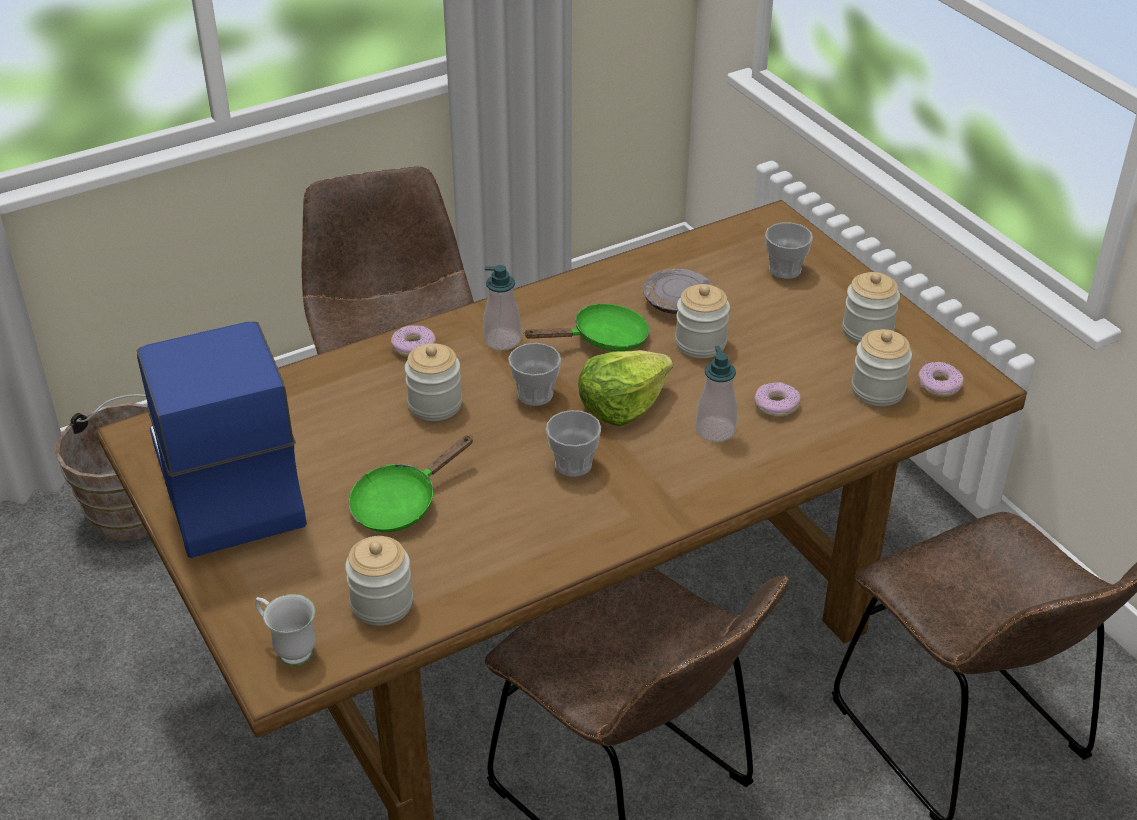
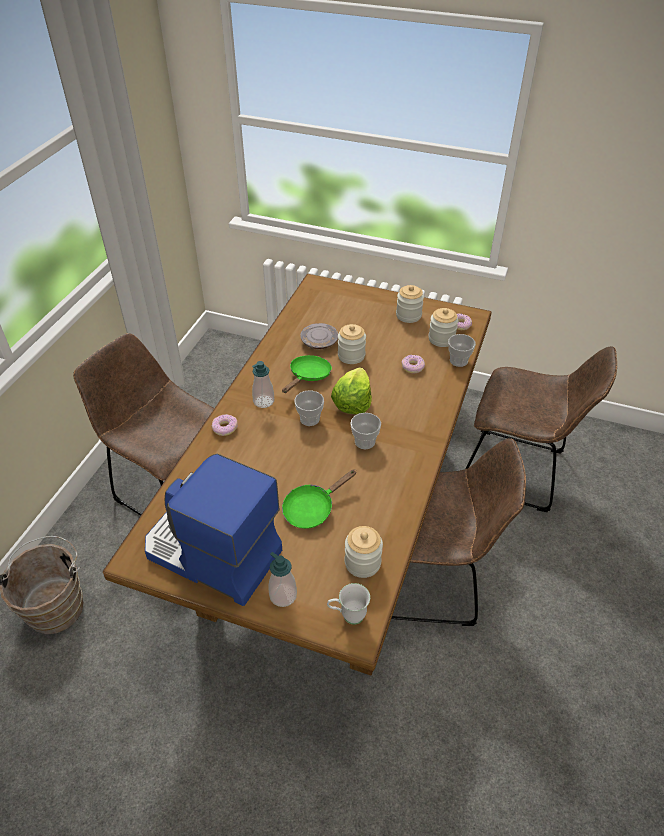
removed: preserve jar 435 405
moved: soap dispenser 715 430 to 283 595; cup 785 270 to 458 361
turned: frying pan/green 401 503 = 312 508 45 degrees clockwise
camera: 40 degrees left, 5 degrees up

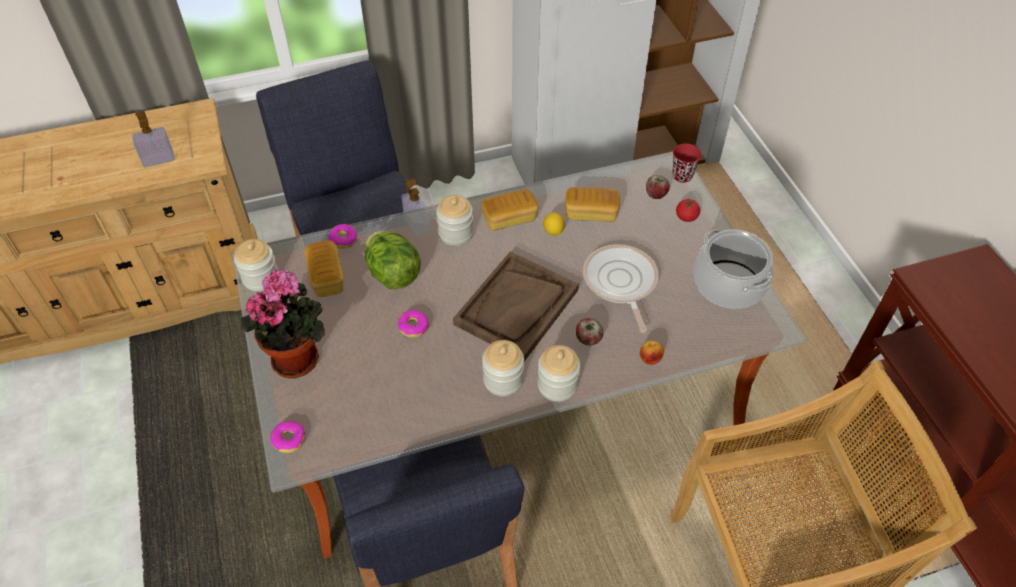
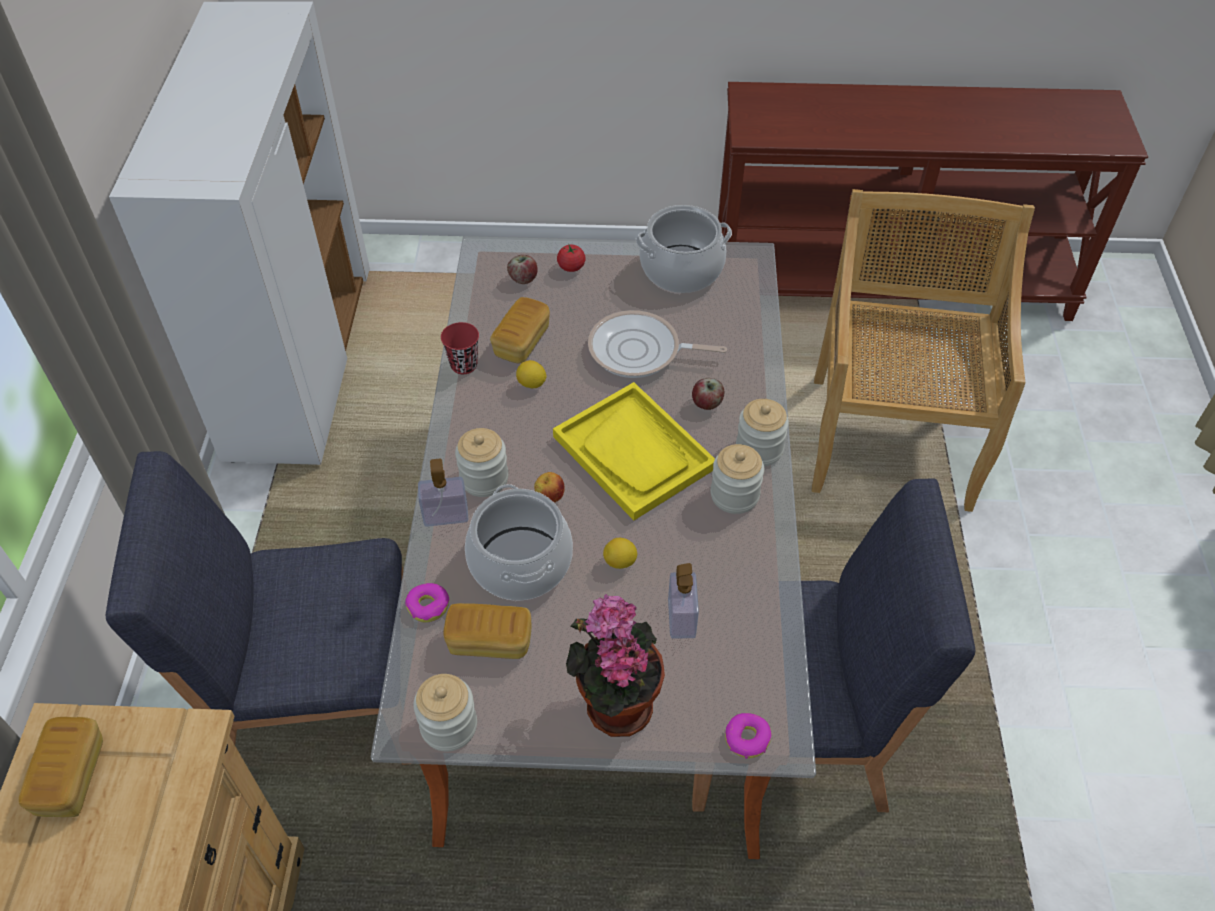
moved: soap dispenser 158 159 to 681 618; bread 509 219 to 71 777; whole apple 649 359 to 550 496; cup/reddish 682 176 to 463 365
replaced: lettuce head 393 274 to saucepot 521 563; donut 413 327 to lemon 620 562
recoloured: tray/brownish 516 307 to tray/yellowish 634 452
camera: 70 degrees left, 0 degrees up

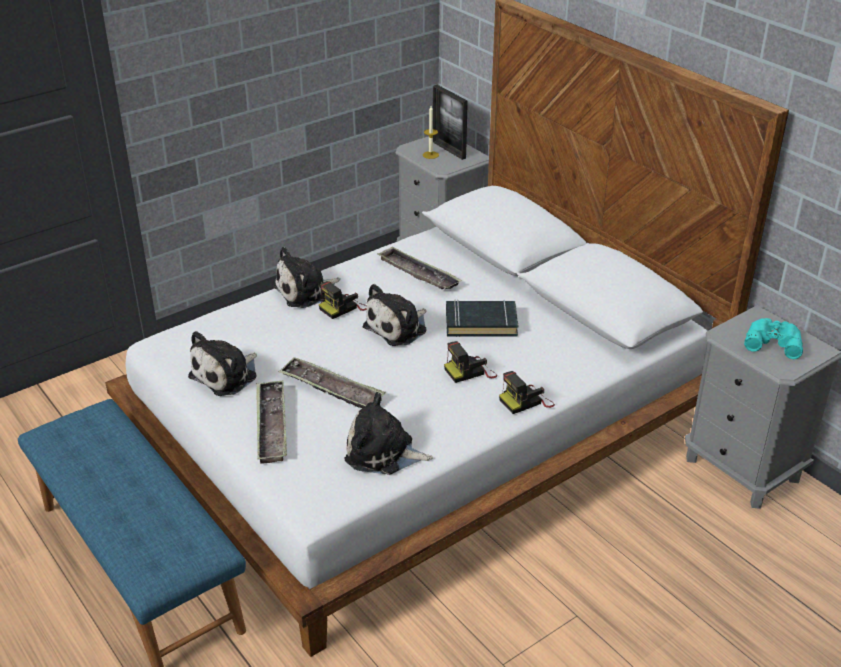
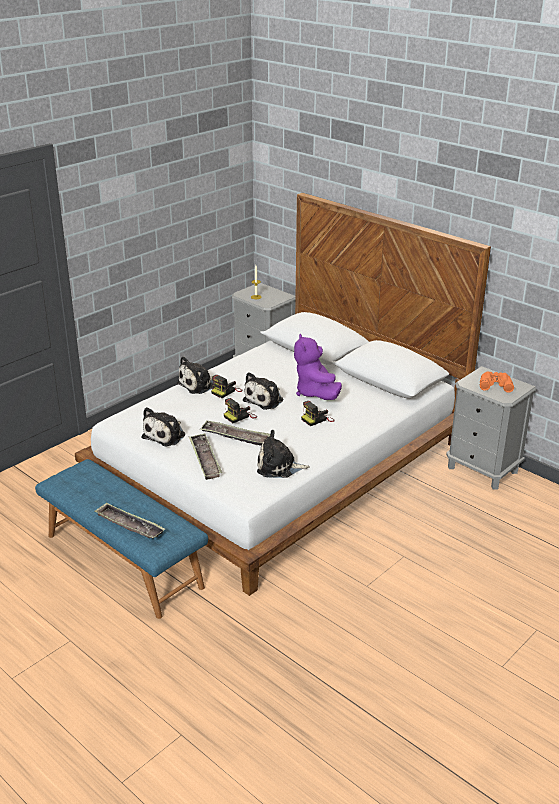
removed: picture frame 449 150
moved: tray 418 273 to 129 525; still camera 526 401 to 240 416
replaced: book/blackish 481 323 to soft toy/purple-coloured 315 393
recoloured: pair of binoculars/turquoise 773 341 to pair of binoculars/orangey 495 384
camera: 10 degrees left, 5 degrees down

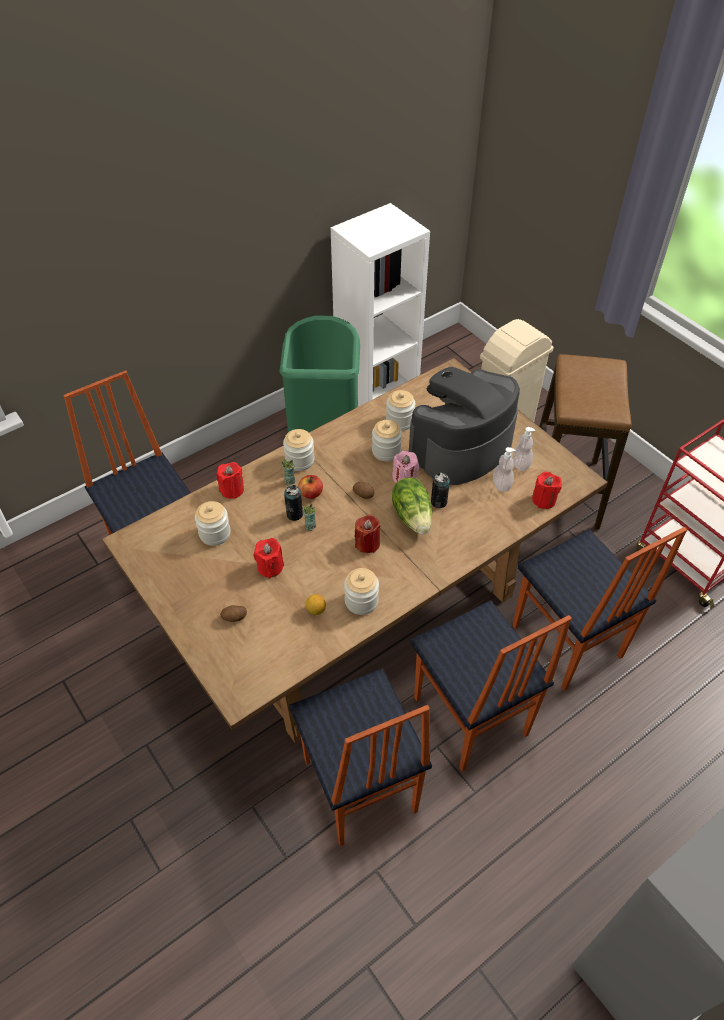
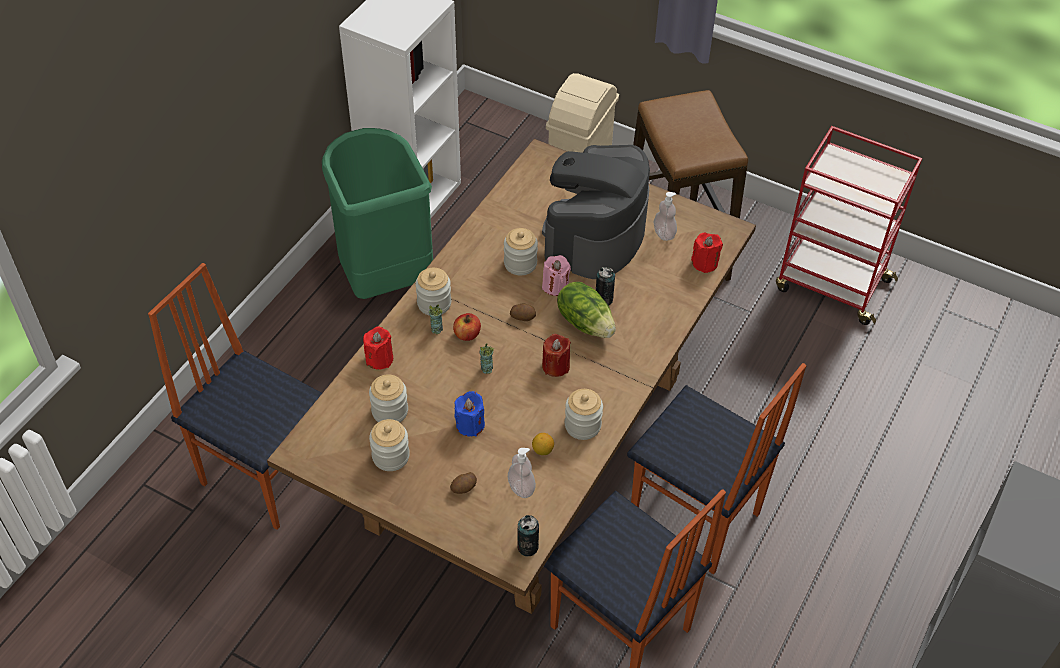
removed: chair 565 643
moved: sealed can 294 514 to 527 547; preserve jar 399 421 to 391 456; soap dispenser 502 484 to 521 487
recoloured: candle/reddish 270 567 to candle/bluish 470 425
camera: 25 degrees left, 0 degrees up

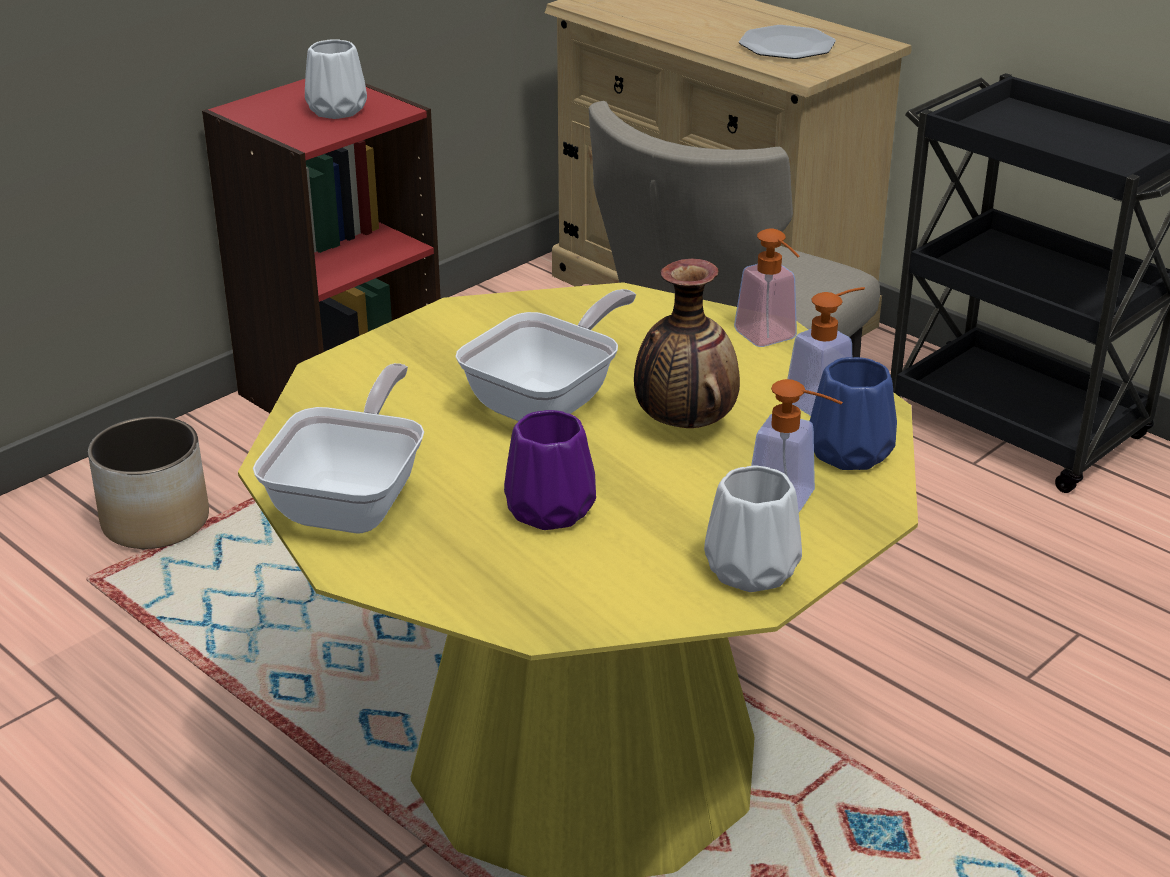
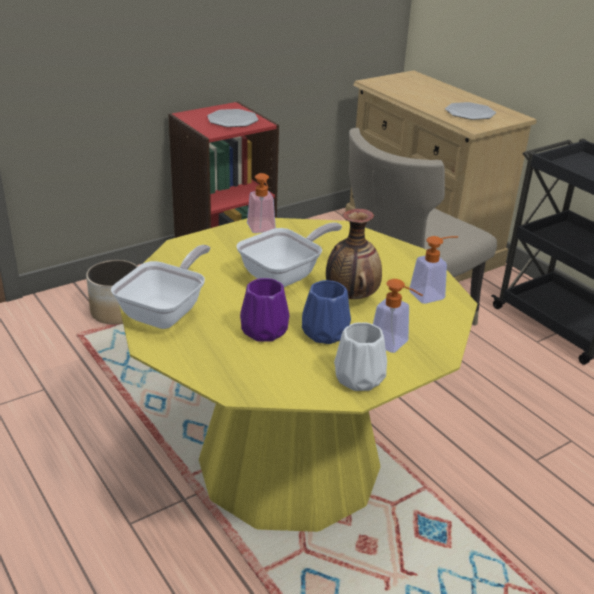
moved: soap dispenser 771 339 to 262 230; decorative vase/bluish 848 454 to 324 334
replaced: decorative vase/white-coloured 336 109 to dinner plate 232 120
camera: 10 degrees right, 0 degrees up

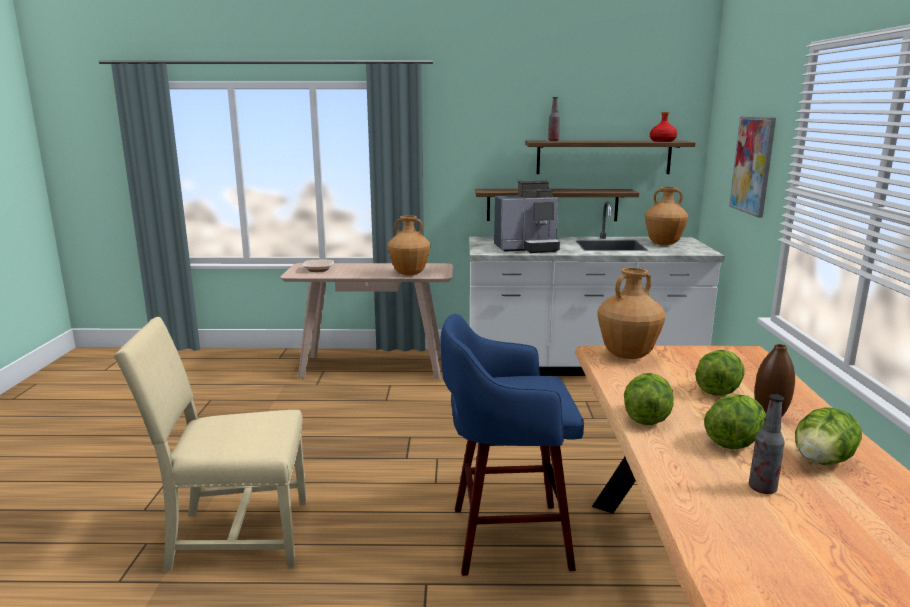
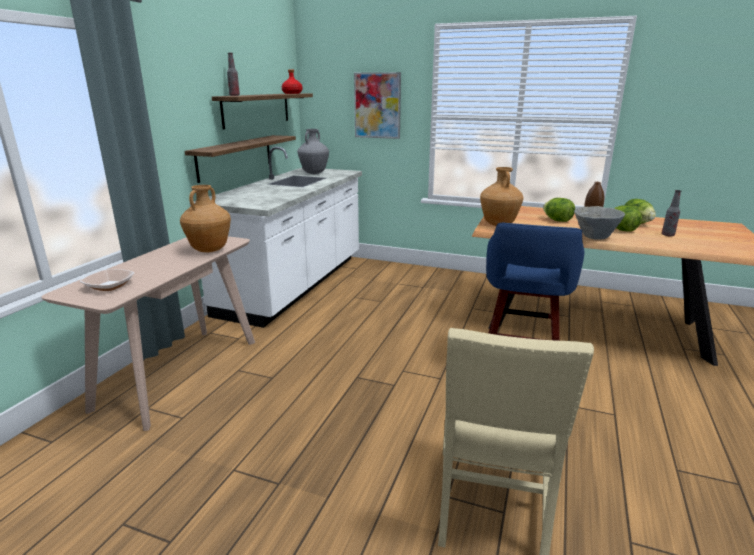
removed: coffee machine 527 248
replaced: lettuce head 646 418 to bowl/grey 595 237
recoloured: decorative vase/brownish 664 244 to decorative vase/grey 314 173
camera: 70 degrees left, 5 degrees up

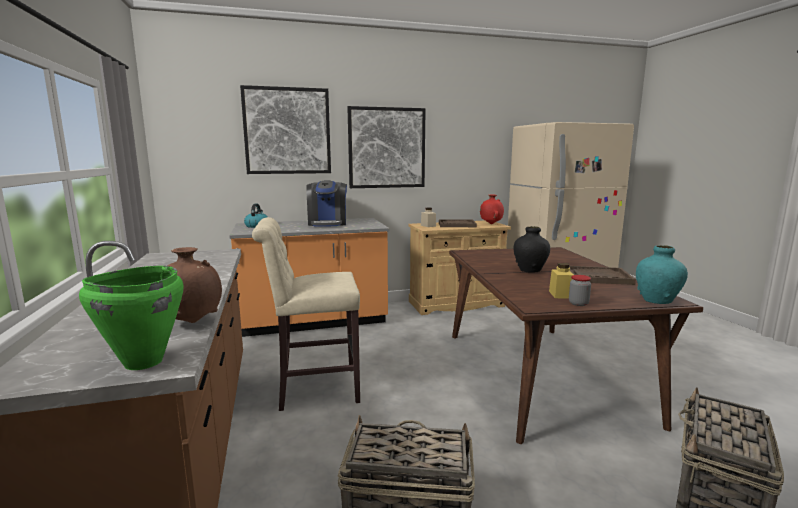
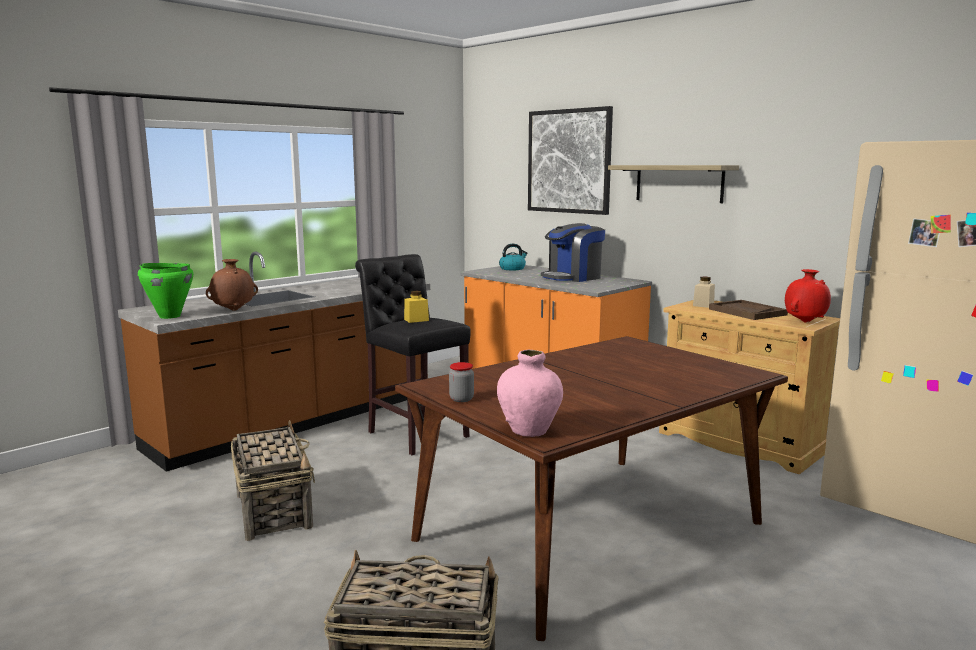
removed: decorative vase/blackish 530 270; tray/brownish 598 277
moved: preserve jar/yellowish 561 294 to 416 320
replaced: wall picture 387 148 to shelf 679 183
recoloured: stool seat/beige-coloured 313 389 to stool seat/blackish 415 433; decorative vase/turquoise 657 301 to decorative vase/pinkish 529 431
camera: 60 degrees right, 0 degrees up

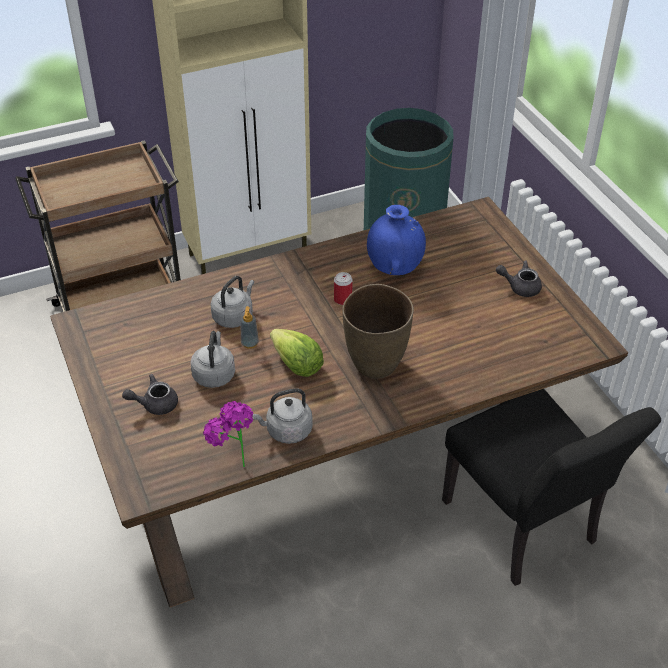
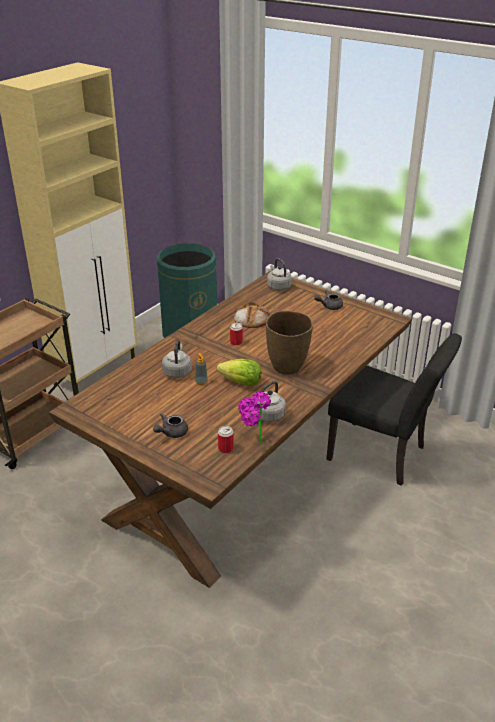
added: sealed can 226 449
moved: tea kettle/grey 214 374 to 278 286
replaced: decorative vase/bluish 394 268 to bread 251 319
camera: 30 degrees left, 10 degrees down

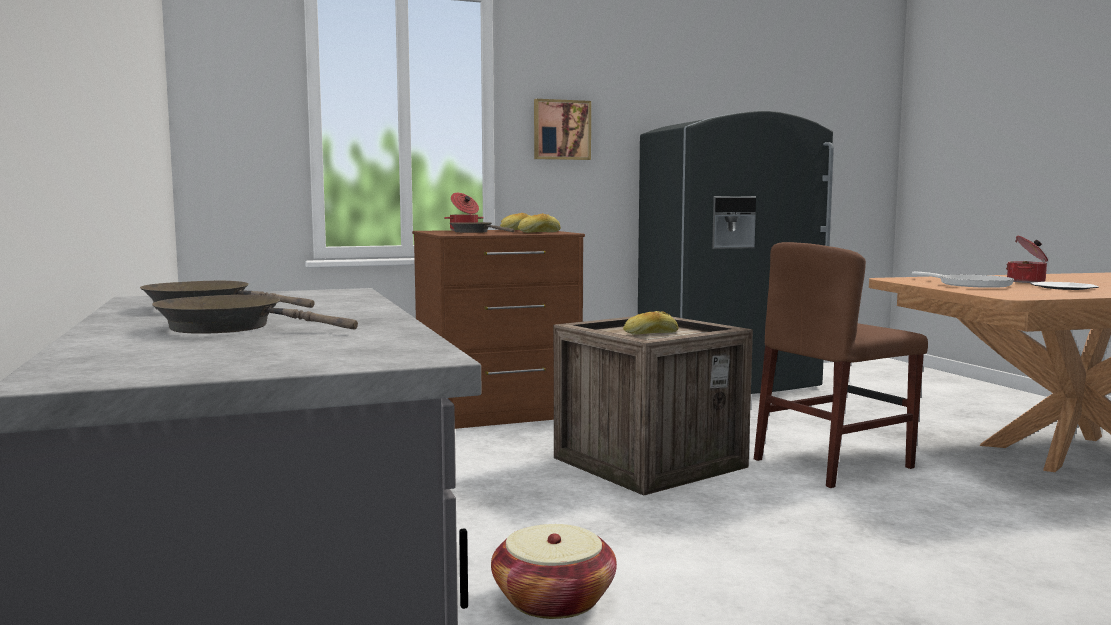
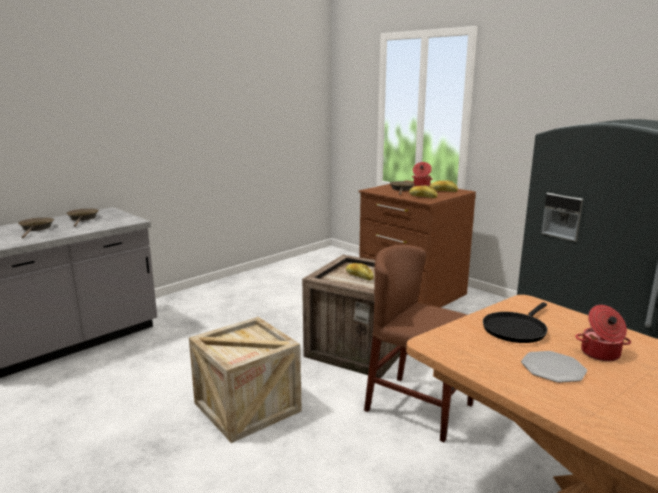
removed: storage basket 553 600; wall picture 561 130
added: crate 247 407
recoloured: frying pan/white-coloured 970 285 to frying pan/blackish 515 329
camera: 65 degrees right, 10 degrees up

